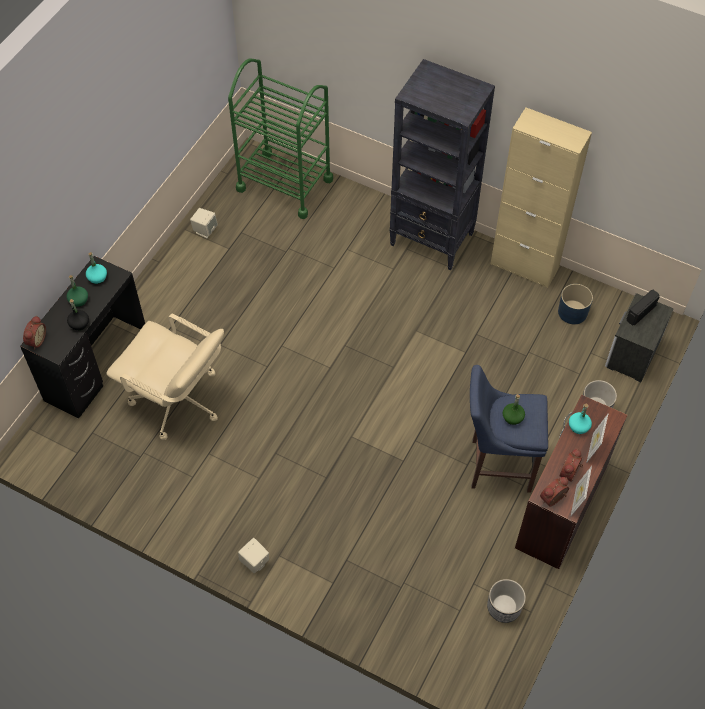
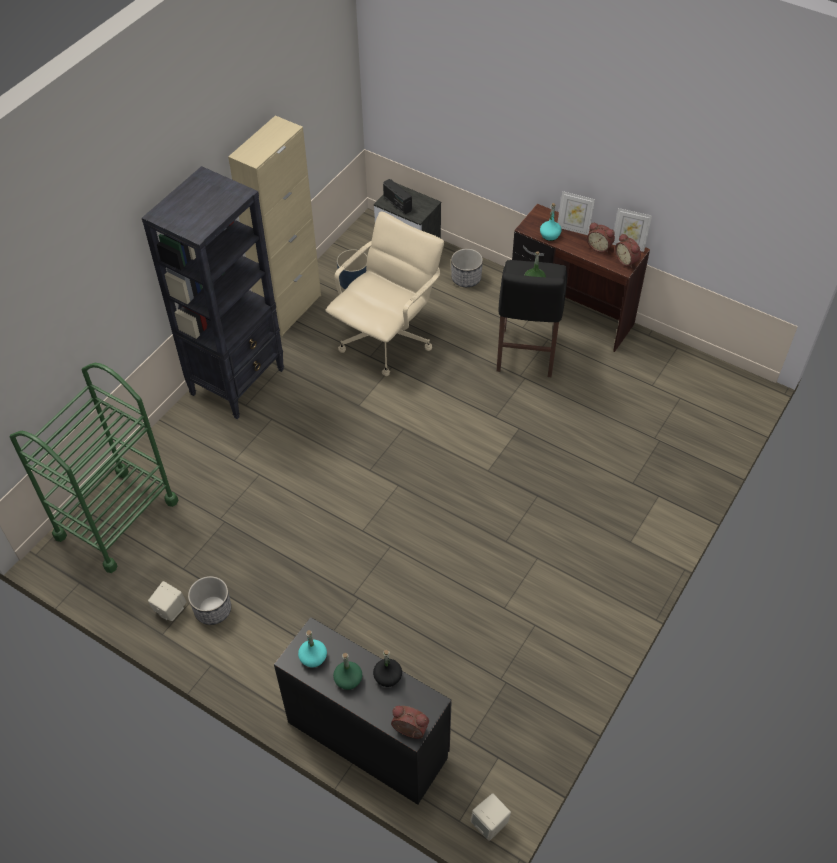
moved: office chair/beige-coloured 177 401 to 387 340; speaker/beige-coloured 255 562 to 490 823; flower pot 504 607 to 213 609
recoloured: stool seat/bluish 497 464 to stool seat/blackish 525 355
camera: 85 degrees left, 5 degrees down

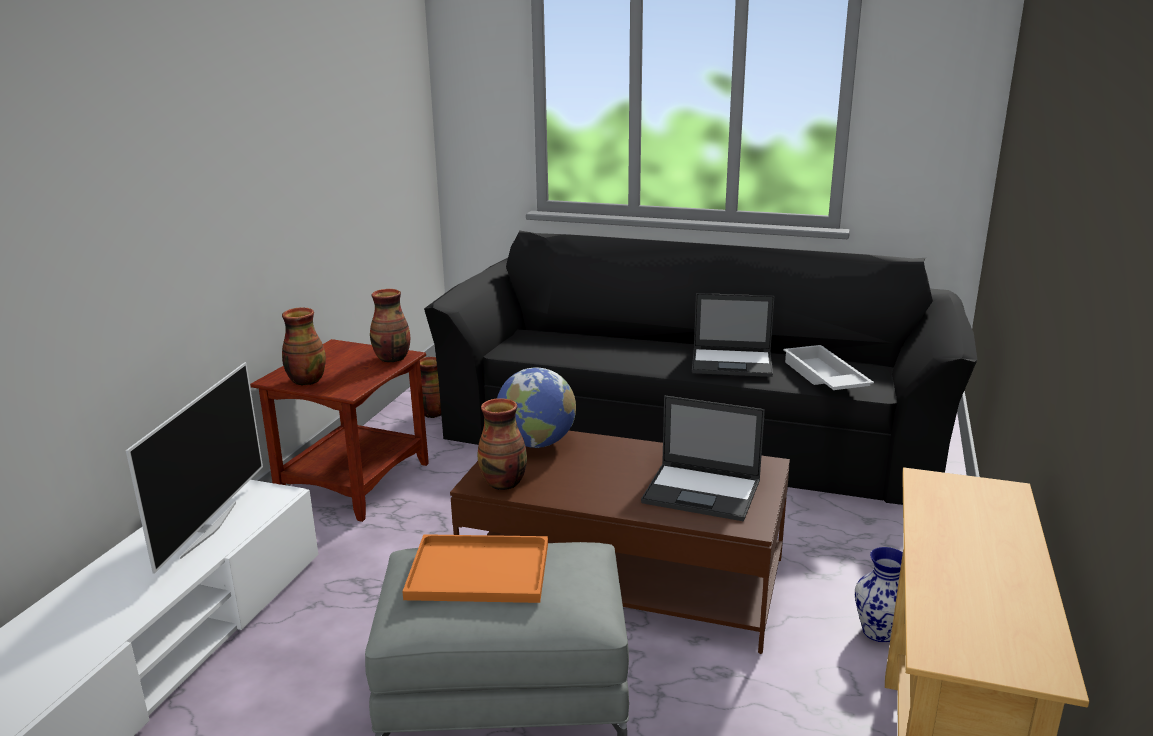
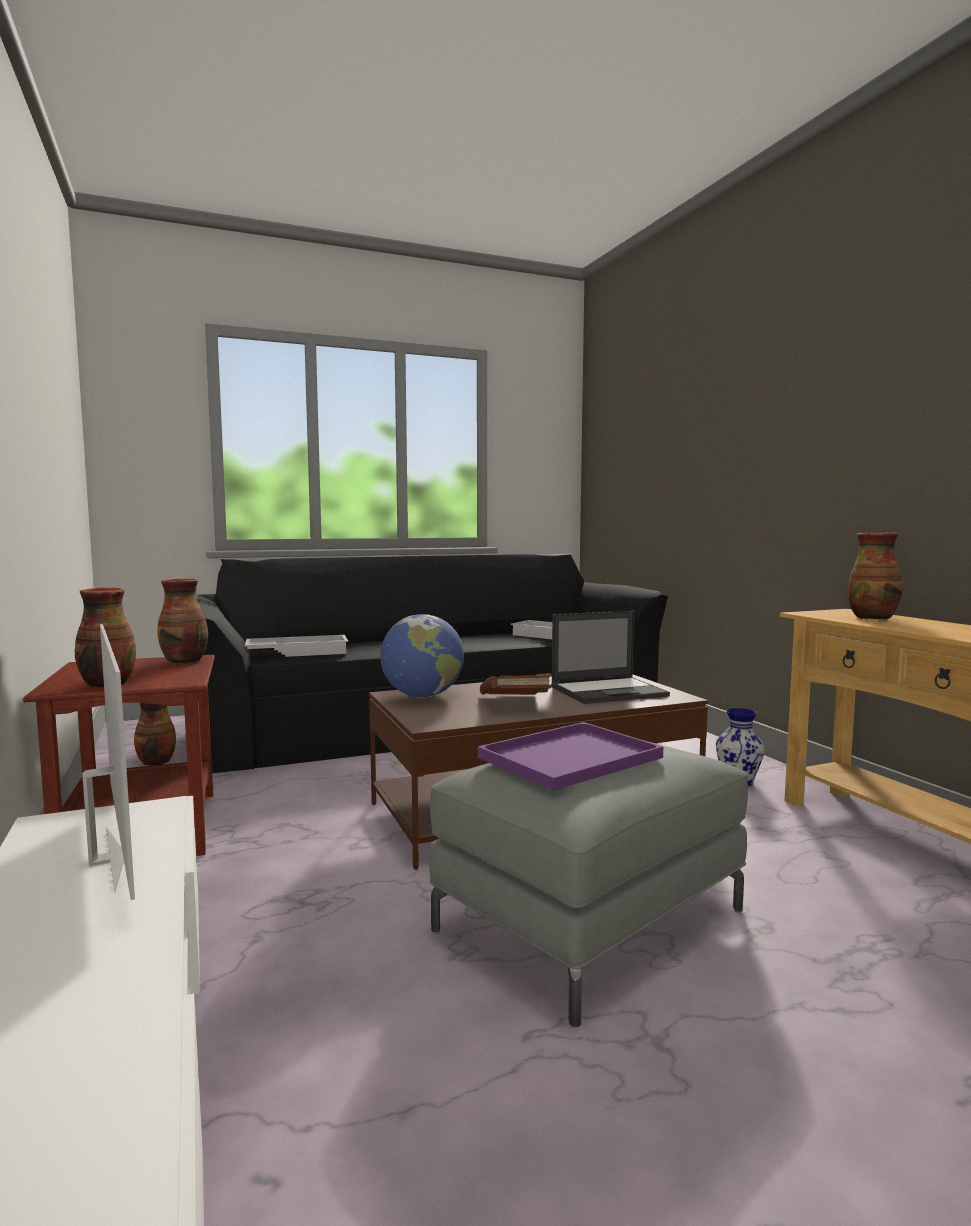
removed: laptop 733 363
added: tray/white-coloured 298 652; book/brownish 516 704
moved: decorative vase 504 483 to 873 618
recoloured: tray/orangey 475 572 to tray/purple-coloured 569 758
camera: 40 degrees left, 15 degrees down

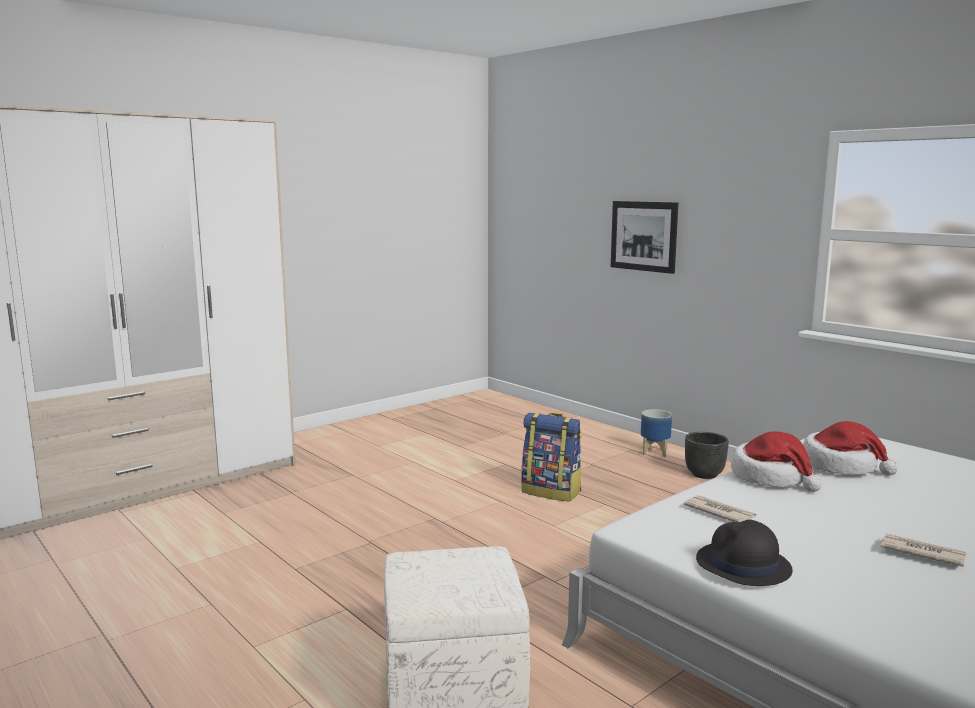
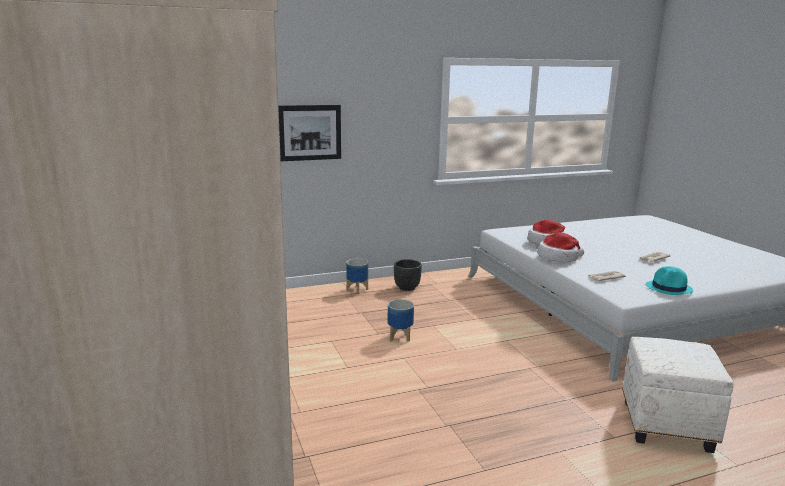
replaced: rucksack 552 492 to flower pot 400 336
recoloured: wearable hat/blackish 743 566 to wearable hat/turquoise 669 288
camera: 70 degrees left, 5 degrees up

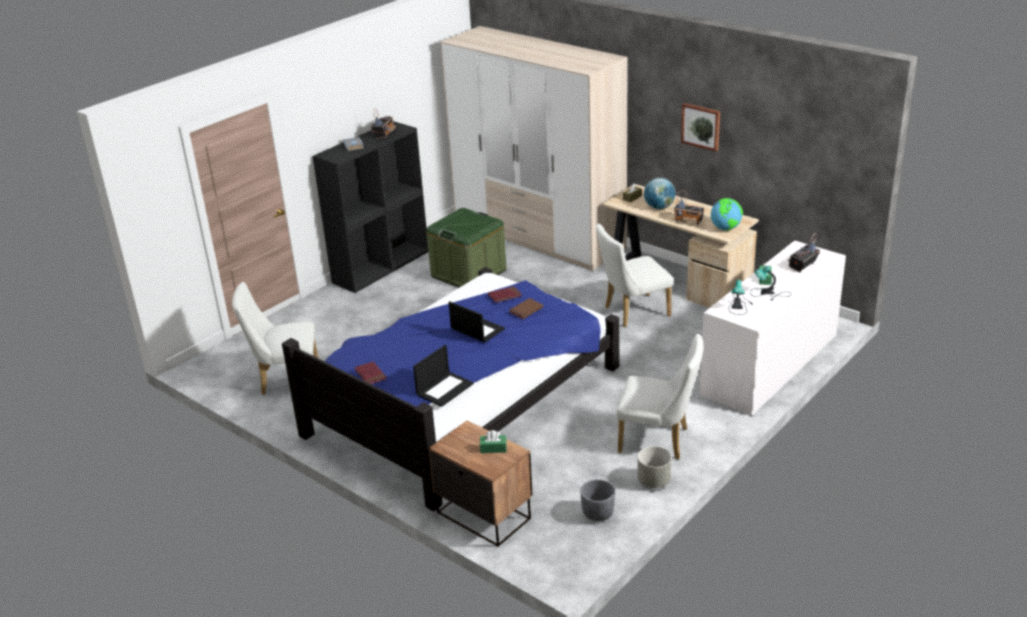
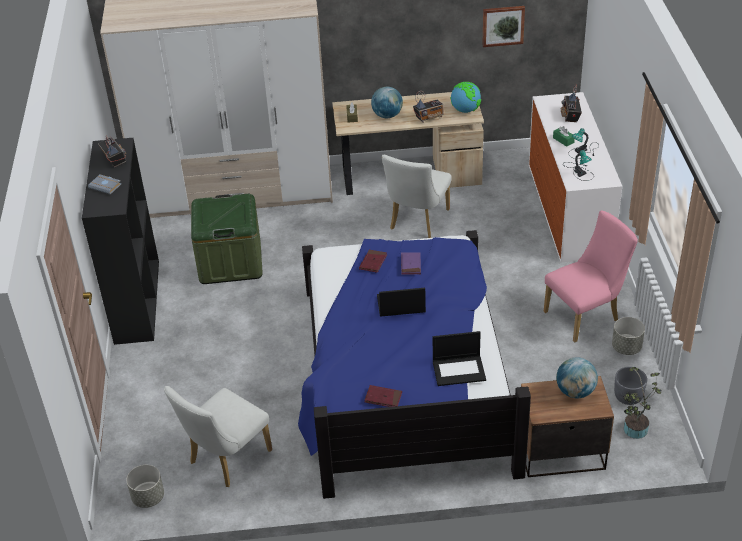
added: flower pot/grey 148 498; potted plant 634 431
moved: wall picture 701 126 to 503 25
replaced: tissue holder/green 493 448 to world globe 575 392
recoloured: book/brownish 526 310 to book/purple-coloured 410 265; chair/white-coloured 659 441 to chair/pinkish 586 315
turned: laptop 444 388 = 459 370 90 degrees clockwise
camera: 45 degrees left, 10 degrees up

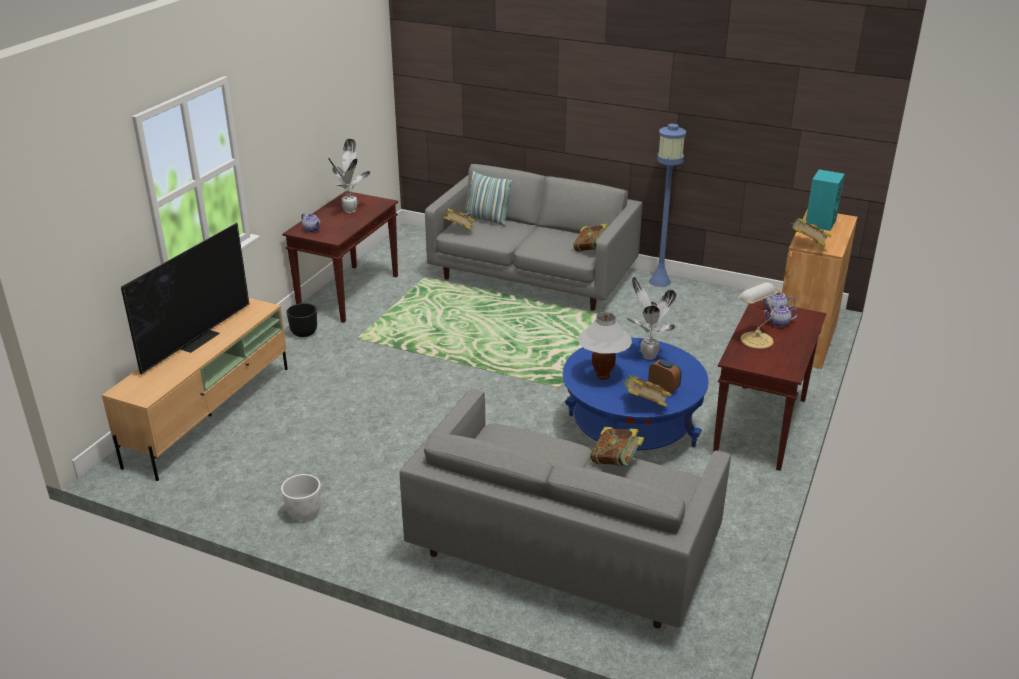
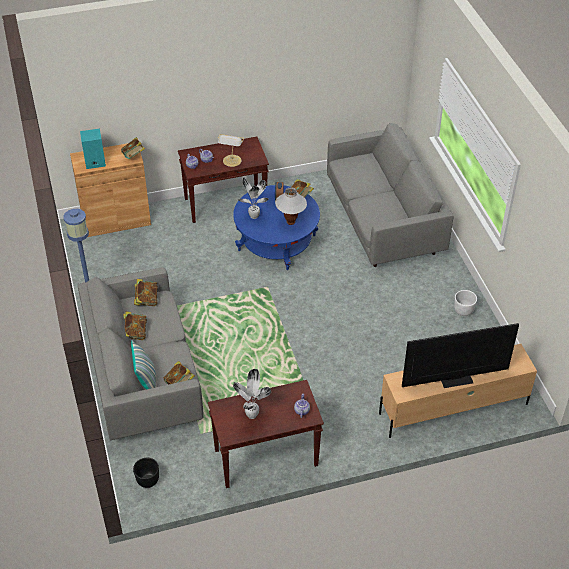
moved: flower pot/blackish 303 333 to 148 481; book 615 462 to 135 333
camera: 130 degrees left, 15 degrees up

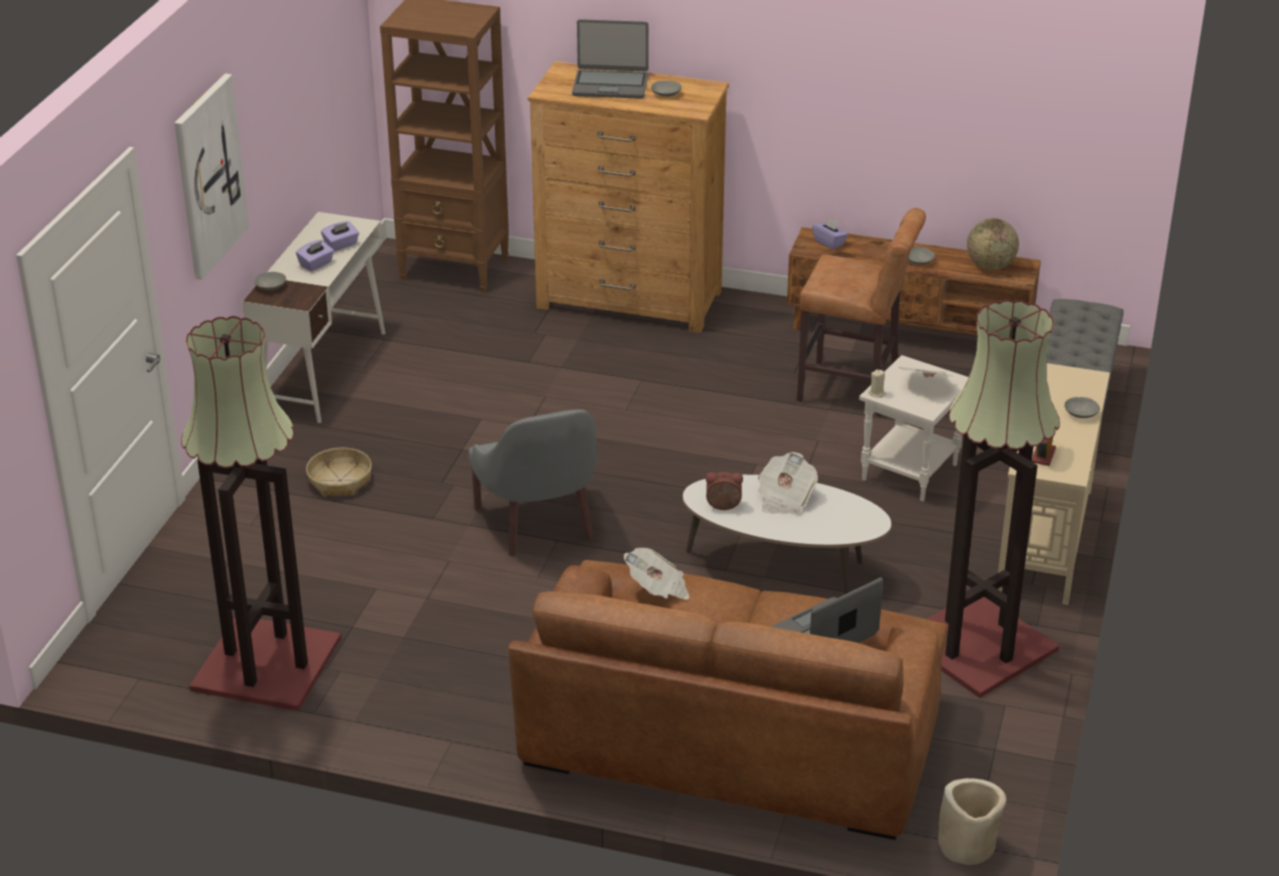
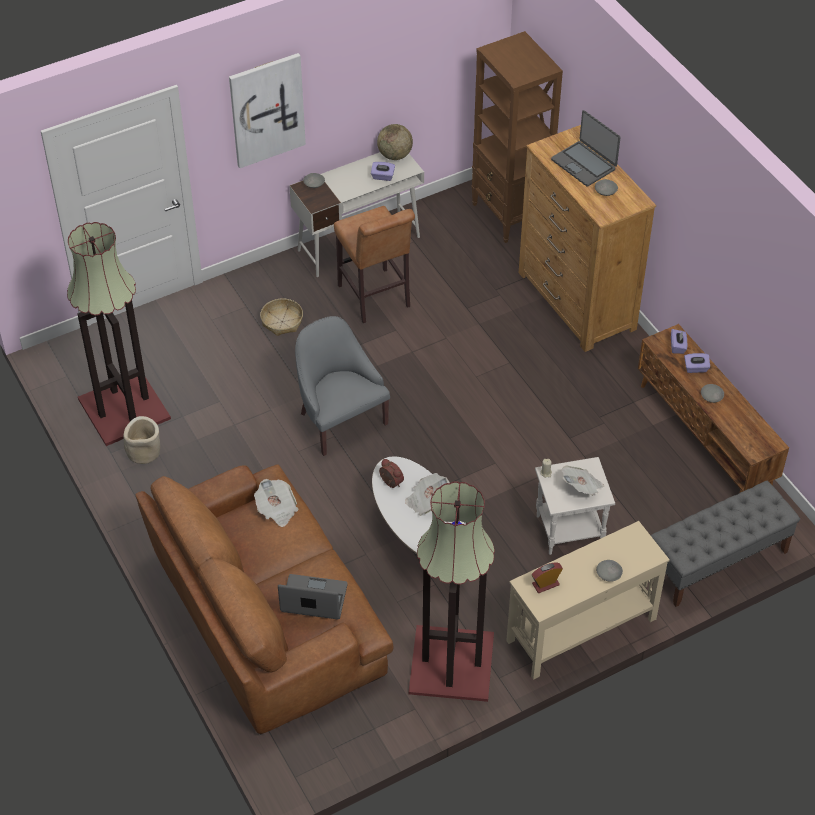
moved: tissue holder/purple-coloured 316 264 to 696 368; stool seat/brownish 854 390 to 375 299; flower pot/beige-coloured 967 846 to 144 453; world globe 990 266 to 395 155
turned: lounge chair/grey 540 524 = 339 419 120 degrees clockwise
camera: 45 degrees right, 15 degrees up

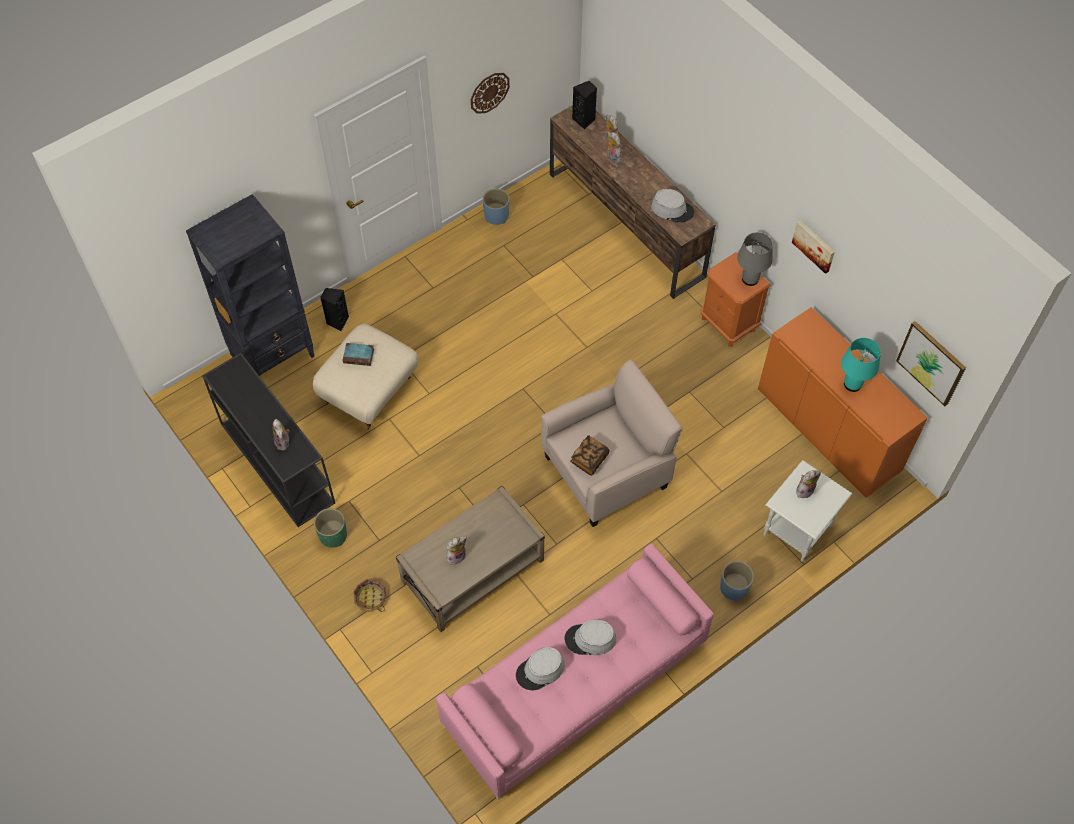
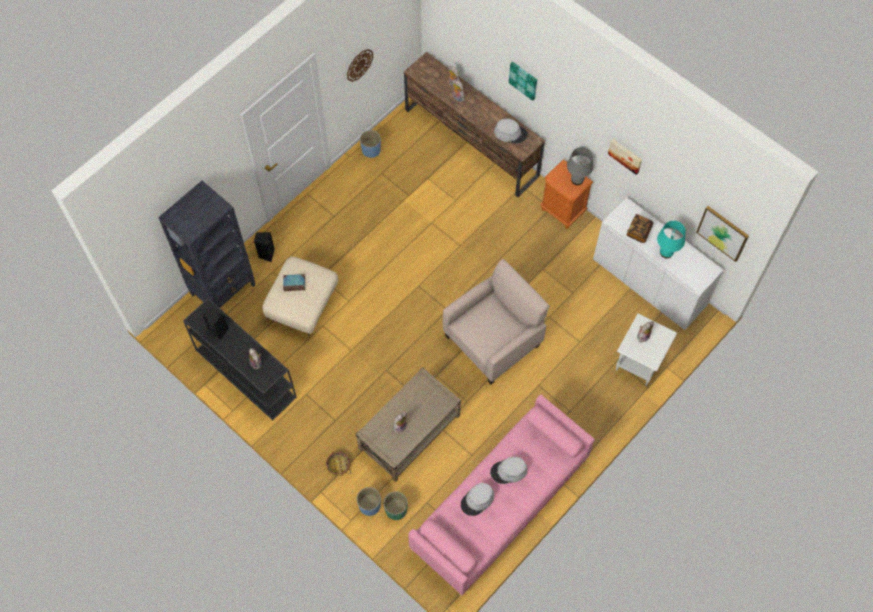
added: wall picture 523 80
moved: flower pot/green 333 535 to 396 509; book 589 459 to 639 231; speaker/blackish 584 120 to 219 331; flower pot/bluish 733 588 to 369 505
recoloured: cupboard/orangey 828 430 to cupboard/white-coloured 649 282
camera: 10 degrees left, 5 degrees up

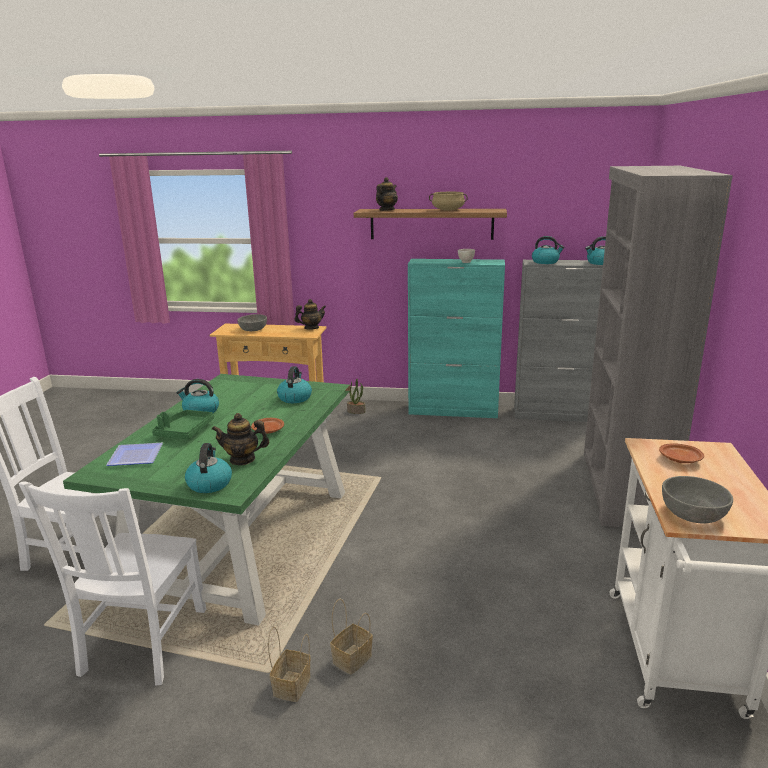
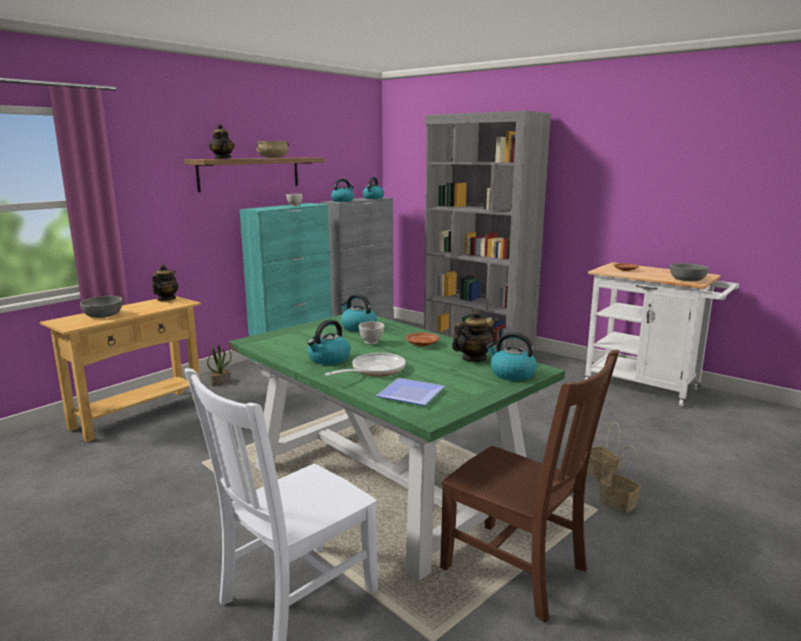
added: bowl/white-coloured 371 342
replaced: tray/green 184 431 to frying pan 374 370
recoloured: chair/white-coloured 142 644 to chair/brownish 518 571
turned: pot for tea 242 459 = 474 359 150 degrees counterclockwise
camera: 60 degrees left, 5 degrees down

